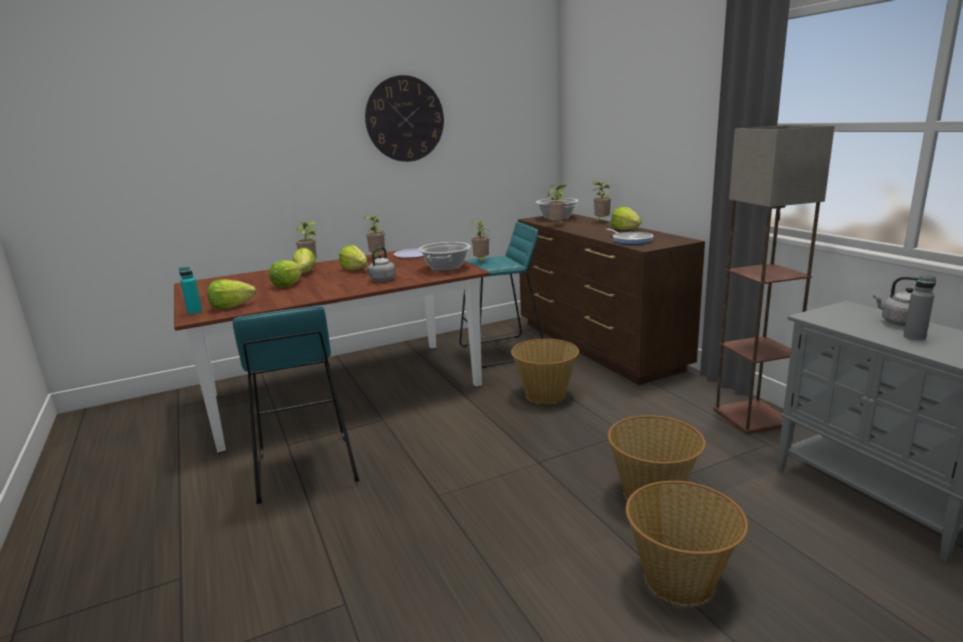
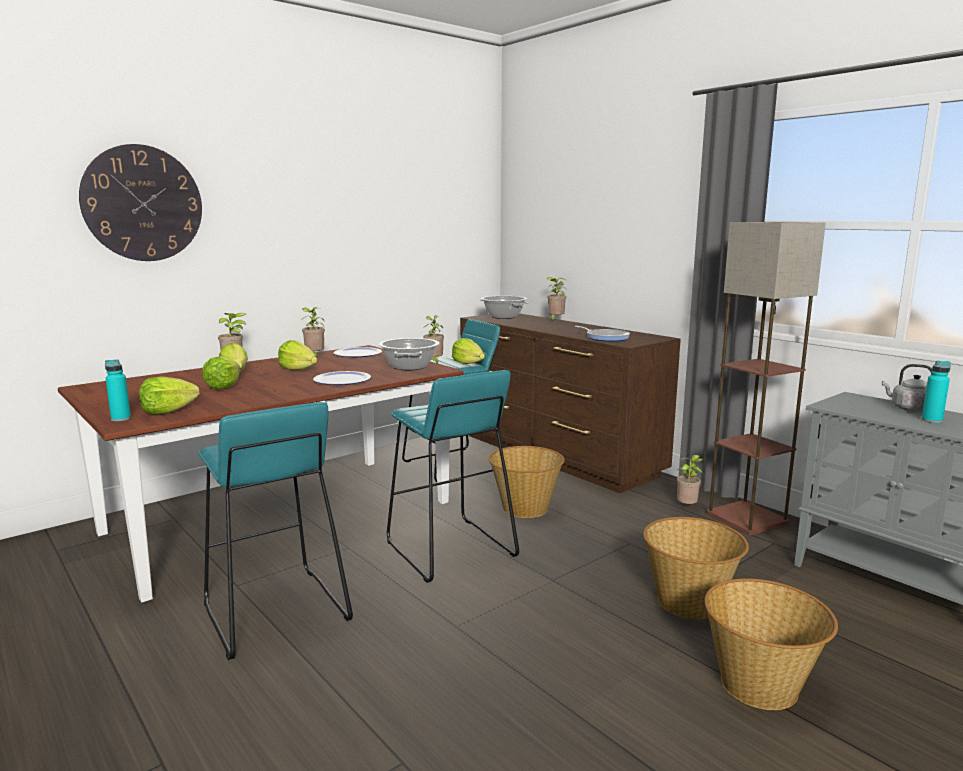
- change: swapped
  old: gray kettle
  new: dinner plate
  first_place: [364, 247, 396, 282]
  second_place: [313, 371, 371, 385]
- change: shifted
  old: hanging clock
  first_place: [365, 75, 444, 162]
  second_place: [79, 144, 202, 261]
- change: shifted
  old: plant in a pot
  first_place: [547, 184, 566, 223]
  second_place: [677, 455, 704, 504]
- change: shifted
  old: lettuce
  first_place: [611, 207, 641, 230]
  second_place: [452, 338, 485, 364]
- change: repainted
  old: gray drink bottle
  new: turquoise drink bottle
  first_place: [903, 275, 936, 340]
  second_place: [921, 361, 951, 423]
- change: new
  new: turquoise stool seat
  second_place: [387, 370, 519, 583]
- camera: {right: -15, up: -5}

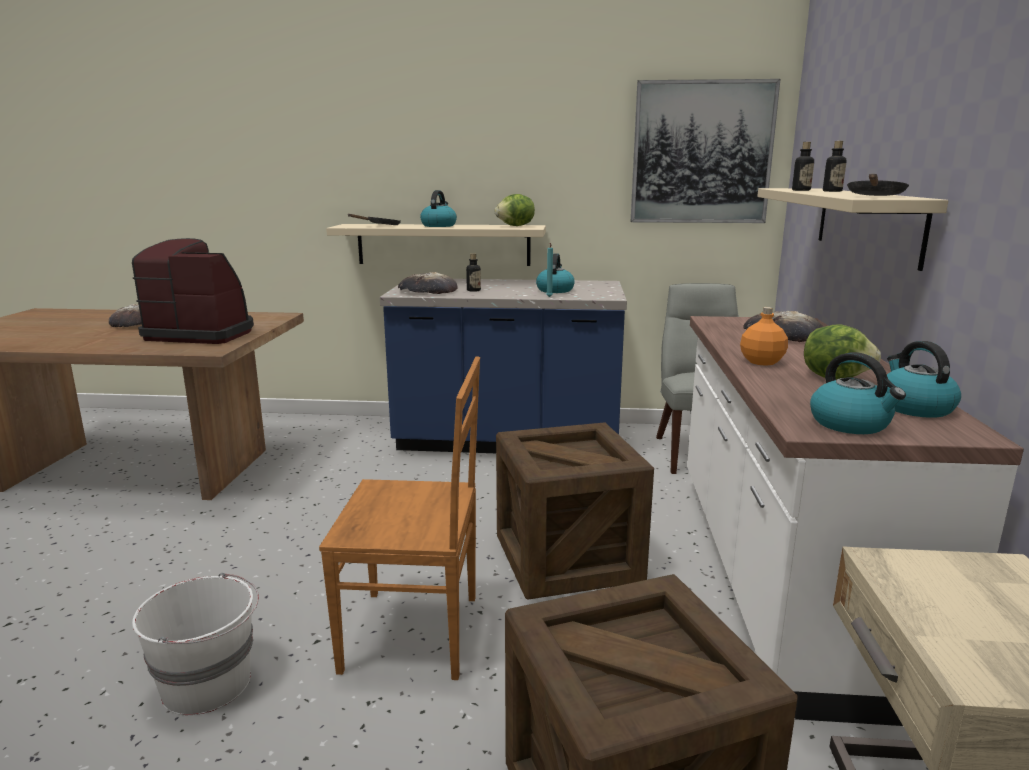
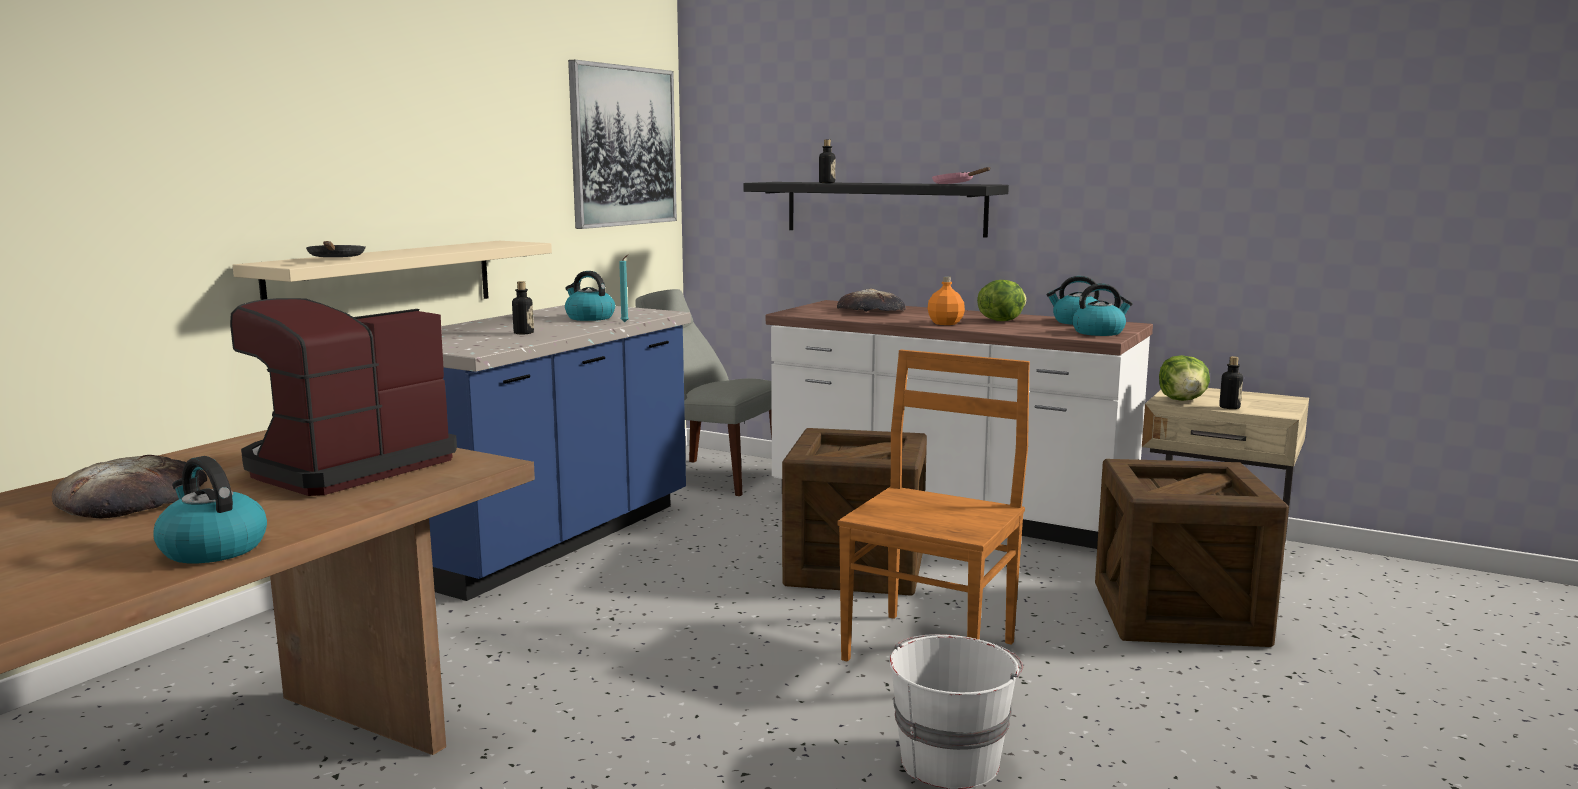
- change: gone
  old: bread
  first_place: [398, 272, 458, 294]
- change: shifted
  old: kettle
  first_place: [420, 190, 457, 227]
  second_place: [153, 456, 267, 563]
- change: shifted
  old: lettuce
  first_place: [495, 194, 535, 226]
  second_place: [1159, 355, 1210, 401]
- change: repainted
  old: beige bracket shelf
  new: blackish bracket shelf
  first_place: [757, 188, 948, 271]
  second_place: [744, 182, 1009, 238]
- change: shifted
  old: drink bottle
  first_place: [823, 141, 847, 192]
  second_place: [1219, 356, 1243, 409]
- change: repainted
  old: blackish frying pan
  new: pink frying pan
  first_place: [847, 174, 909, 196]
  second_place: [932, 167, 990, 184]
- camera: {right: -65, up: -5}

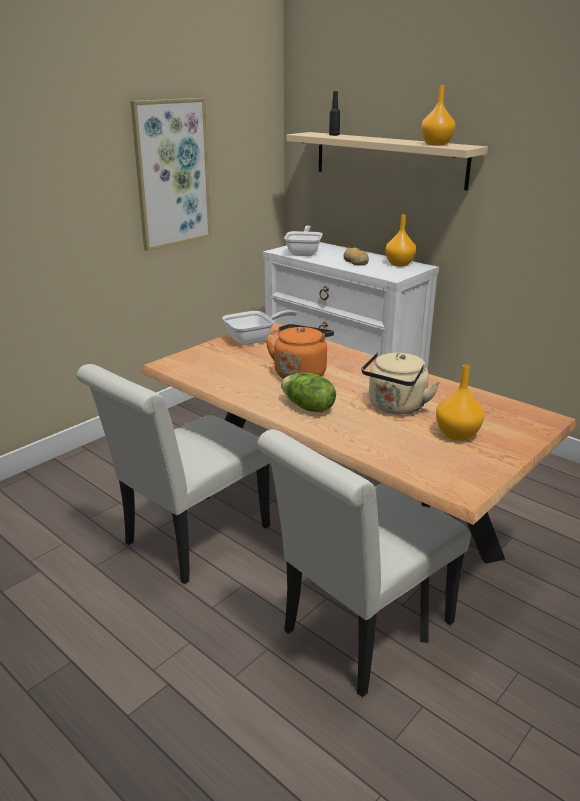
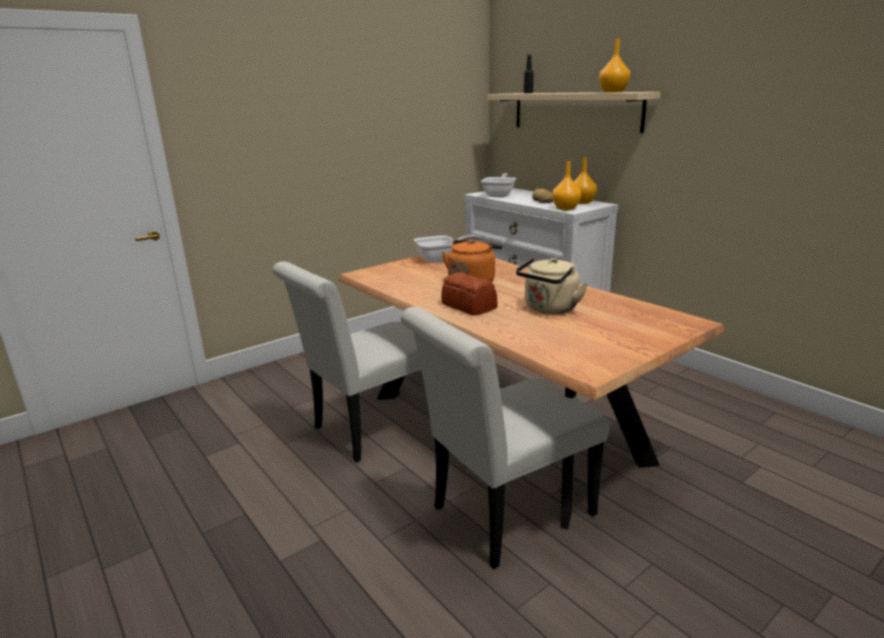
- change: gone
  old: picture
  first_place: [130, 98, 211, 251]
- change: swapped
  old: lettuce
  new: bread
  first_place: [281, 373, 336, 413]
  second_place: [441, 272, 498, 316]
- change: shifted
  old: orangey flower vase
  first_place: [436, 364, 484, 441]
  second_place: [552, 161, 581, 210]
- camera: {right: 10, up: -5}

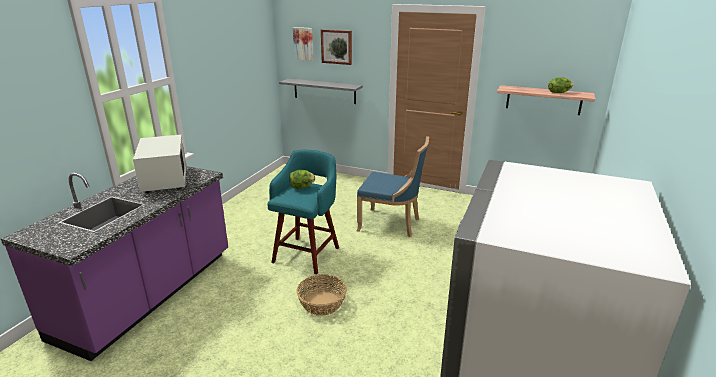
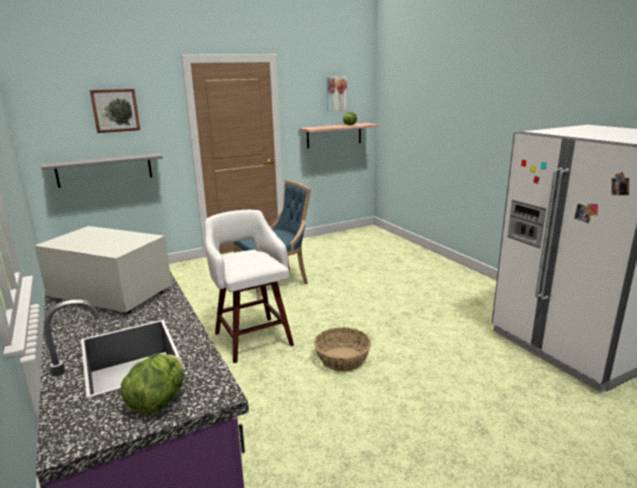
- change: repainted
  old: turquoise stool seat
  new: whitish stool seat
  first_place: [267, 150, 339, 274]
  second_place: [205, 210, 294, 363]
- change: shifted
  old: lettuce
  first_place: [289, 170, 315, 189]
  second_place: [121, 354, 184, 414]
- change: shifted
  old: picture
  first_place: [293, 27, 314, 61]
  second_place: [327, 76, 347, 111]
- camera: {right: -50, up: -5}

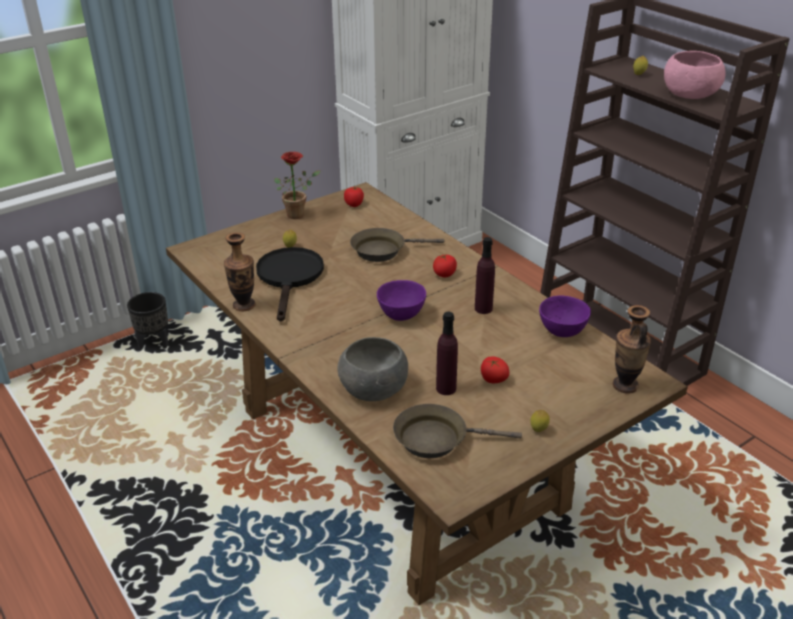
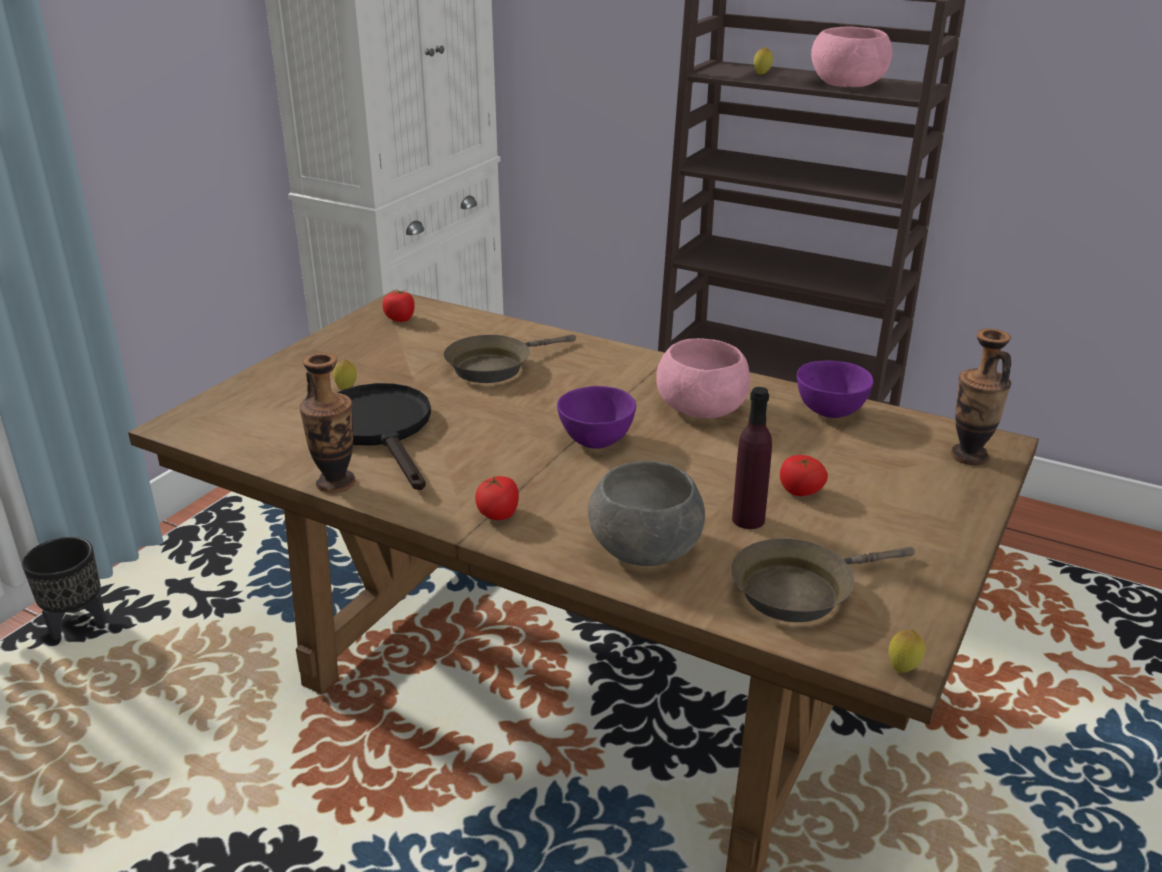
- change: gone
  old: plant in a pot
  first_place: [274, 152, 320, 219]
- change: shifted
  old: tomato
  first_place: [433, 254, 457, 278]
  second_place: [475, 475, 519, 520]
- change: swapped
  old: purple-coloured drink bottle
  new: pink deep dish
  first_place: [475, 237, 495, 314]
  second_place: [656, 338, 751, 418]
- change: shifted
  old: citrus fruit
  first_place: [530, 410, 550, 432]
  second_place: [889, 629, 925, 672]
- camera: {right: -25, up: -5}

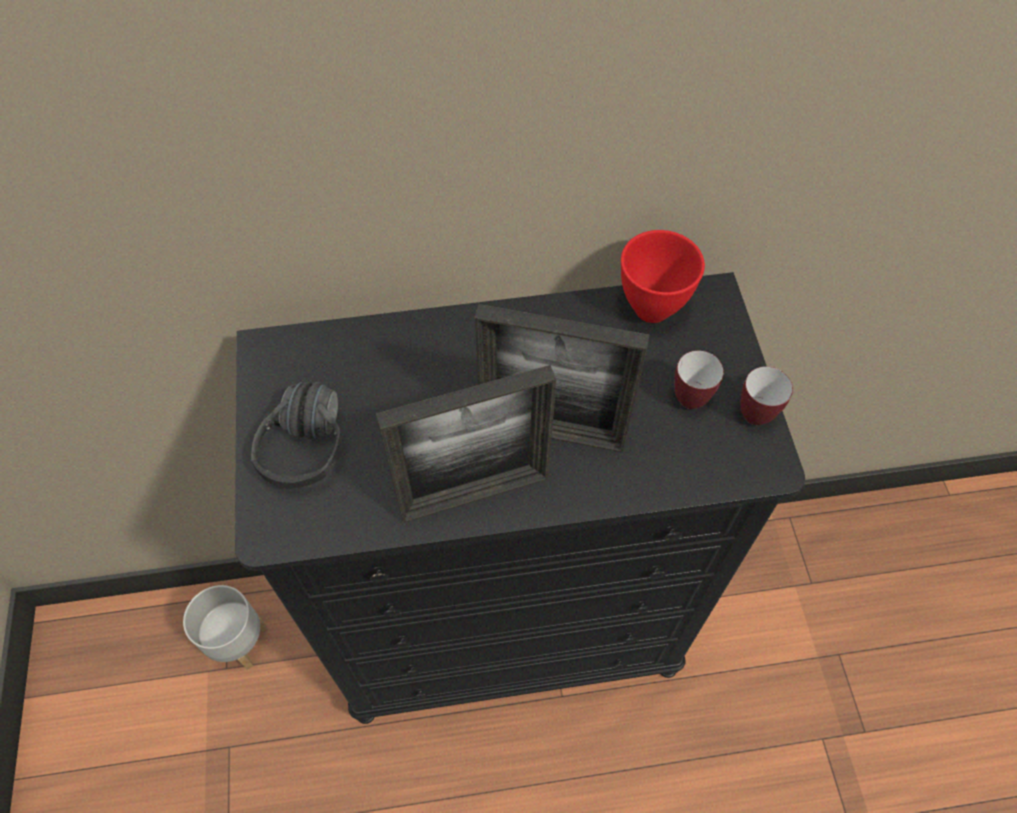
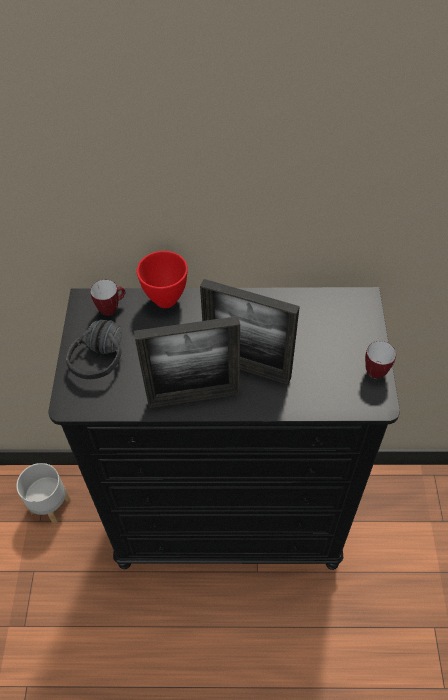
- change: shifted
  old: red-coloured deep dish
  first_place: [621, 230, 705, 323]
  second_place: [137, 251, 188, 308]
- change: shifted
  old: coffee mug
  first_place: [674, 350, 724, 409]
  second_place: [90, 280, 125, 316]
- camera: {right: 10, up: -5}

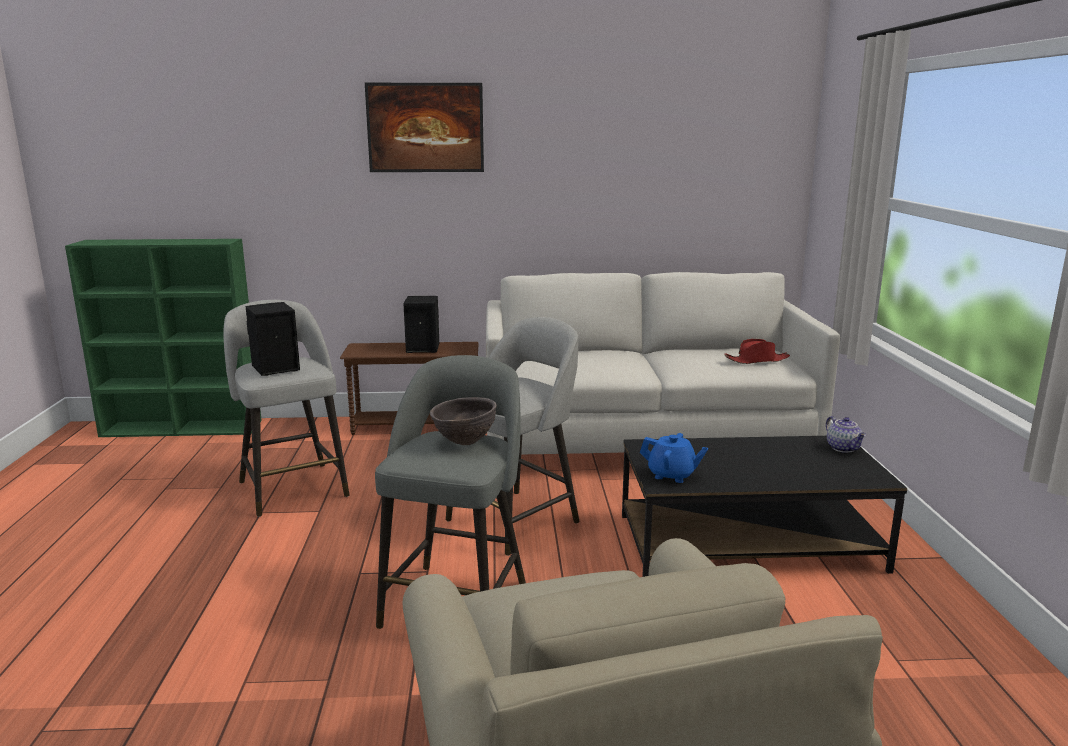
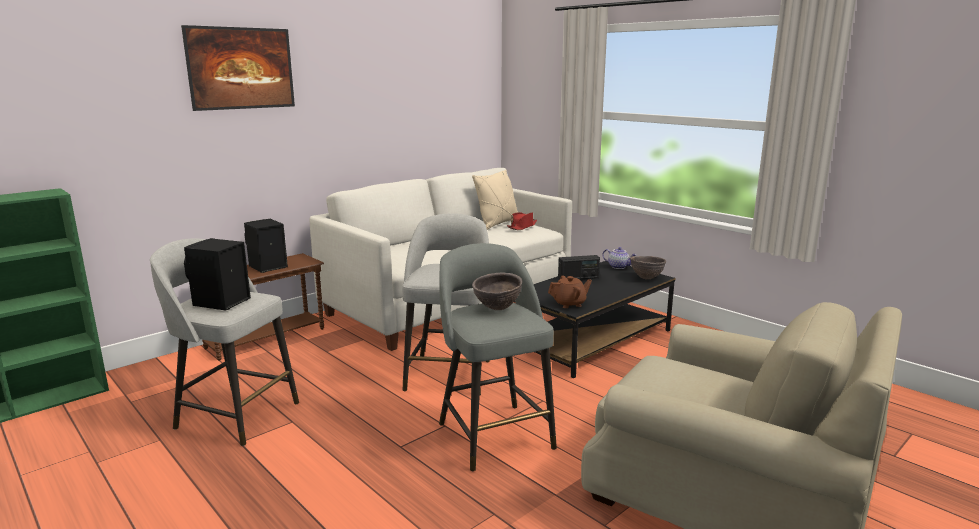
- change: repainted
  old: blue-coloured teapot
  new: brown-coloured teapot
  first_place: [640, 433, 708, 483]
  second_place: [548, 276, 592, 308]
- change: new
  new: beige throw pillow
  second_place: [472, 169, 518, 230]
- change: new
  new: radio set
  second_place: [558, 255, 600, 280]
- change: new
  new: brown-coloured deep dish
  second_place: [630, 256, 666, 280]
- camera: {right: -40, up: 0}

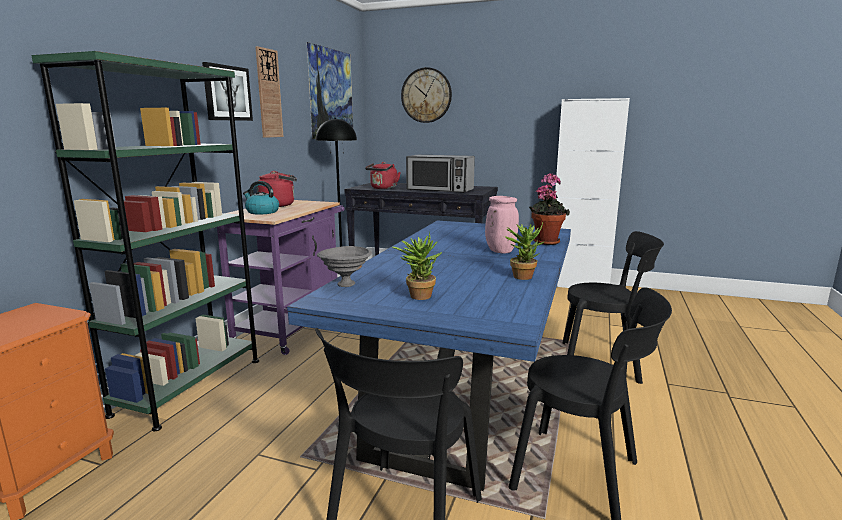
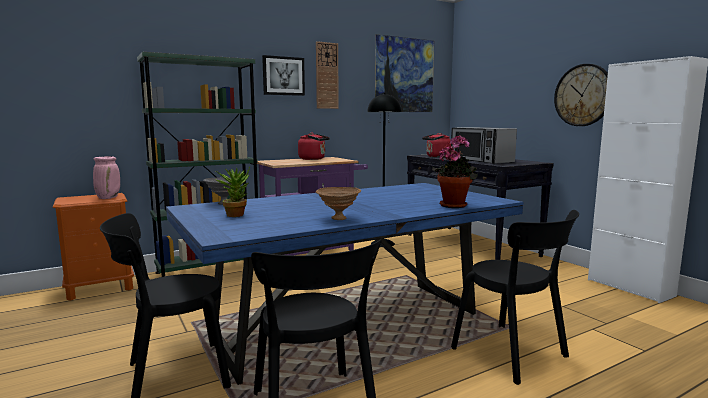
- change: gone
  old: kettle
  first_place: [243, 181, 279, 214]
- change: shifted
  old: hanging clock
  first_place: [401, 67, 452, 123]
  second_place: [554, 64, 608, 126]
- change: shifted
  old: pink flower vase
  first_place: [485, 196, 519, 254]
  second_place: [93, 156, 120, 199]
- change: swapped
  old: plant in a pot
  new: brown-coloured deep dish
  first_place: [504, 223, 544, 280]
  second_place: [316, 187, 361, 220]
- camera: {right: 40, up: -5}

